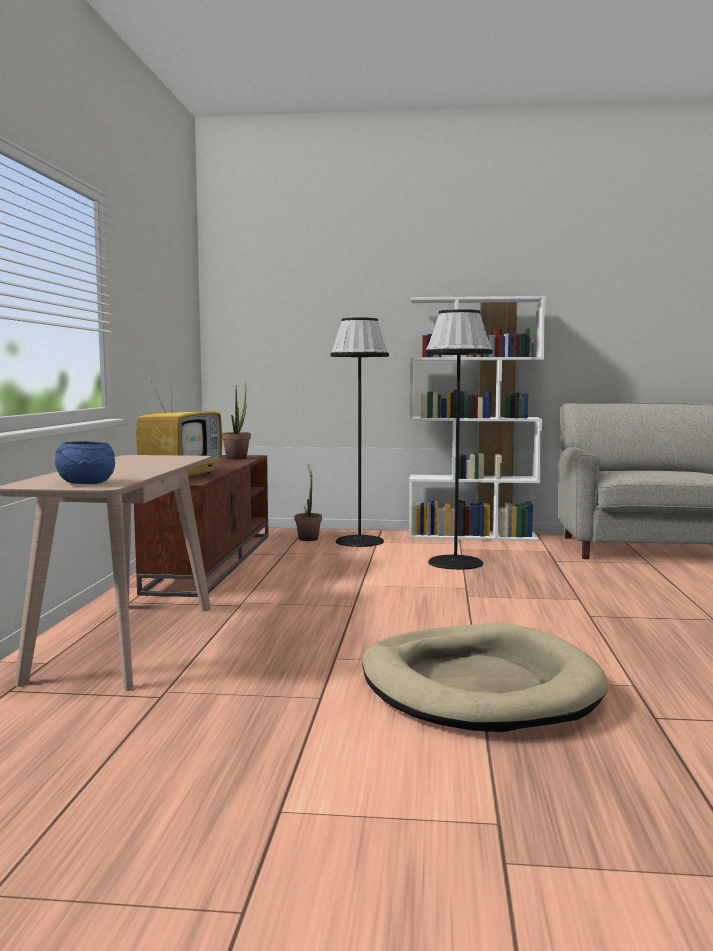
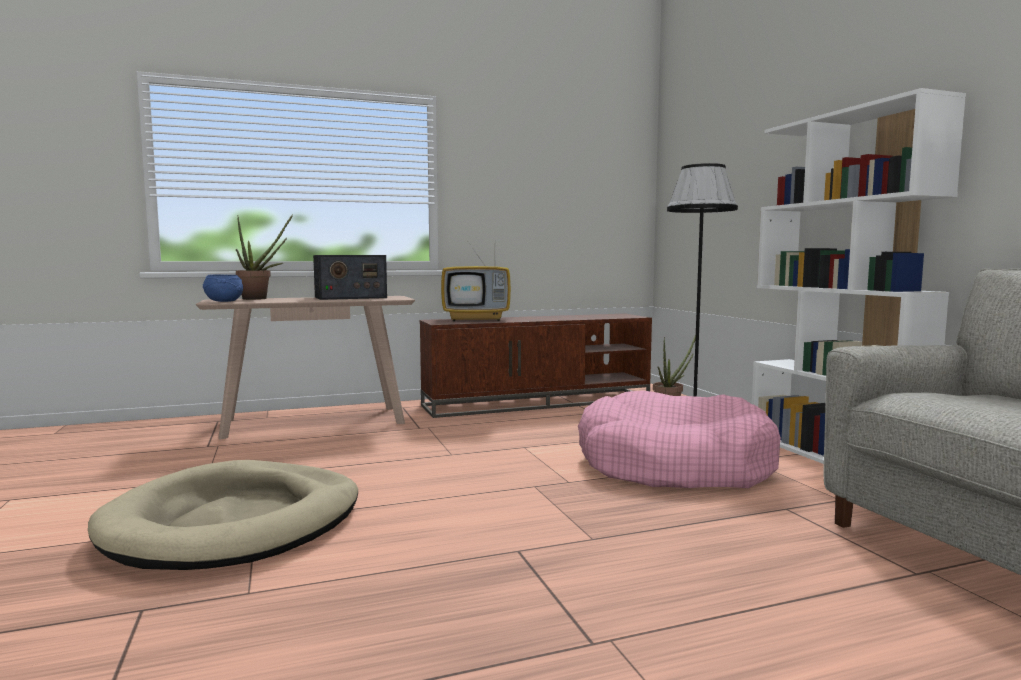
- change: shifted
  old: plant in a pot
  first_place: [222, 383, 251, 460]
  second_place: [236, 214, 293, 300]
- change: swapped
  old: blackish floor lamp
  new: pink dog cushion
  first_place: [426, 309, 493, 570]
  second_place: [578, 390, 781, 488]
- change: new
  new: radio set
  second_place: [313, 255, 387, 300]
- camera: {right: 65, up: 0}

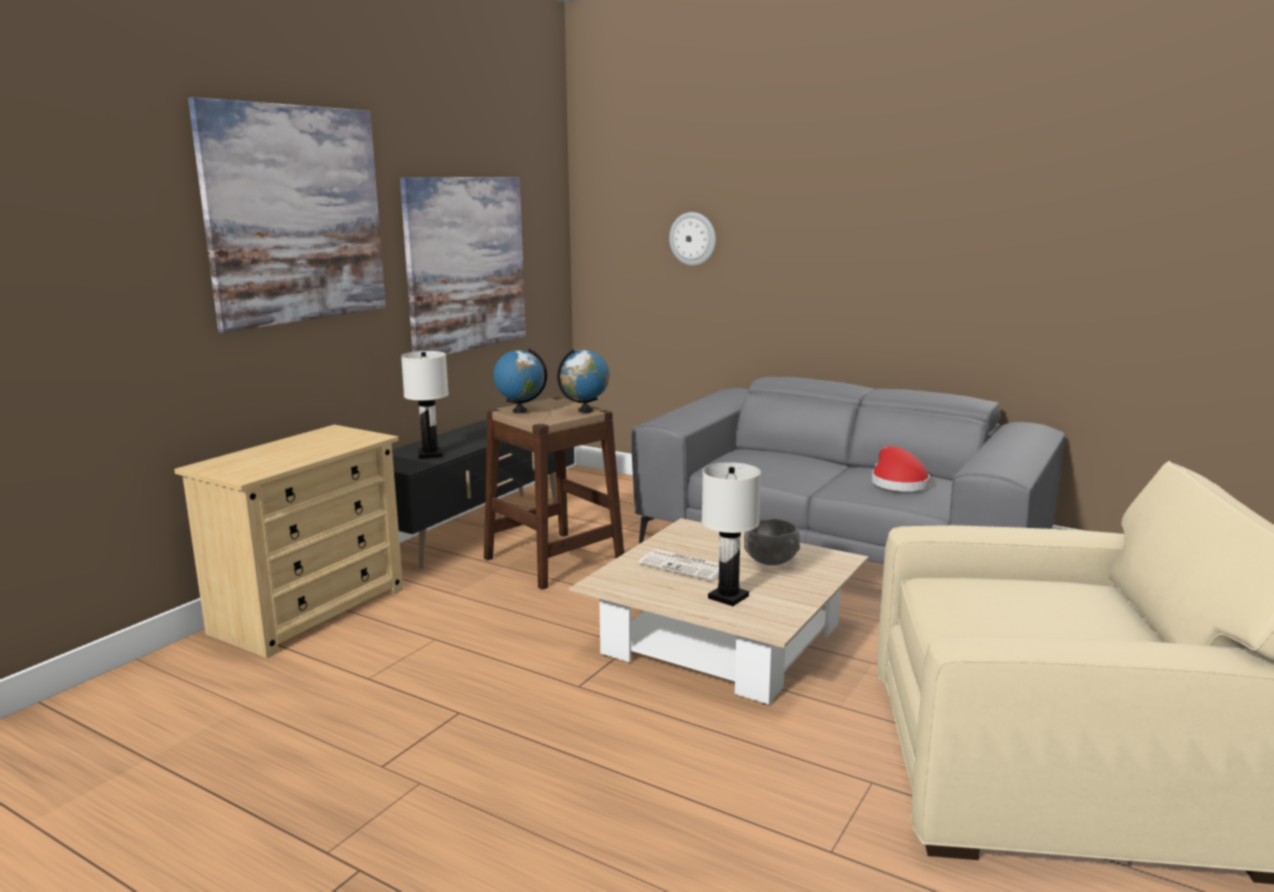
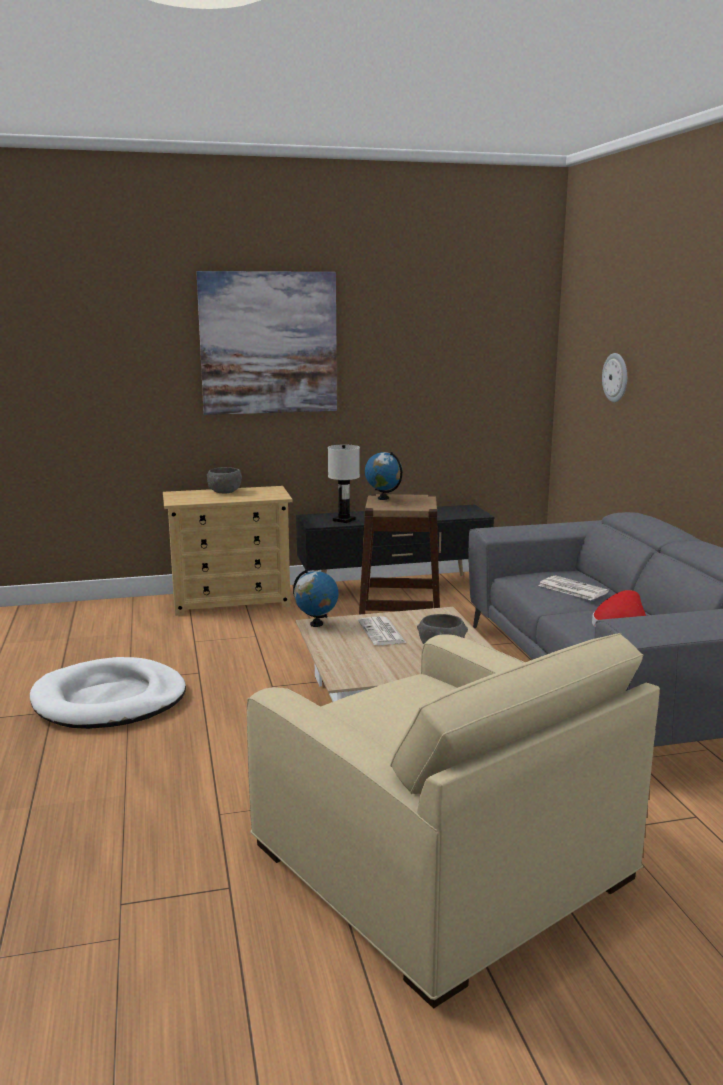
- change: gone
  old: picture
  first_place: [400, 177, 526, 355]
- change: shifted
  old: desk globe
  first_place: [557, 349, 610, 413]
  second_place: [293, 569, 339, 627]
- change: gone
  old: whitish tabletop lamp
  first_place: [702, 462, 761, 606]
- change: new
  new: whitish dog cushion
  second_place: [30, 657, 186, 729]
- change: new
  new: gray deep dish
  second_place: [207, 467, 242, 493]
- change: new
  new: newspaper
  second_place: [538, 575, 609, 600]
- camera: {right: 45, up: 0}

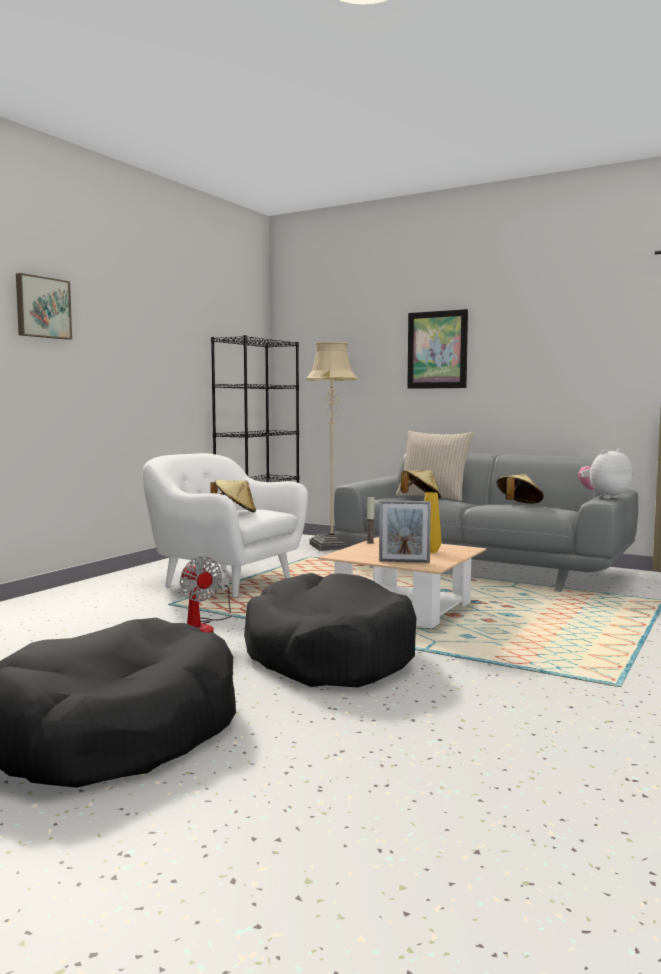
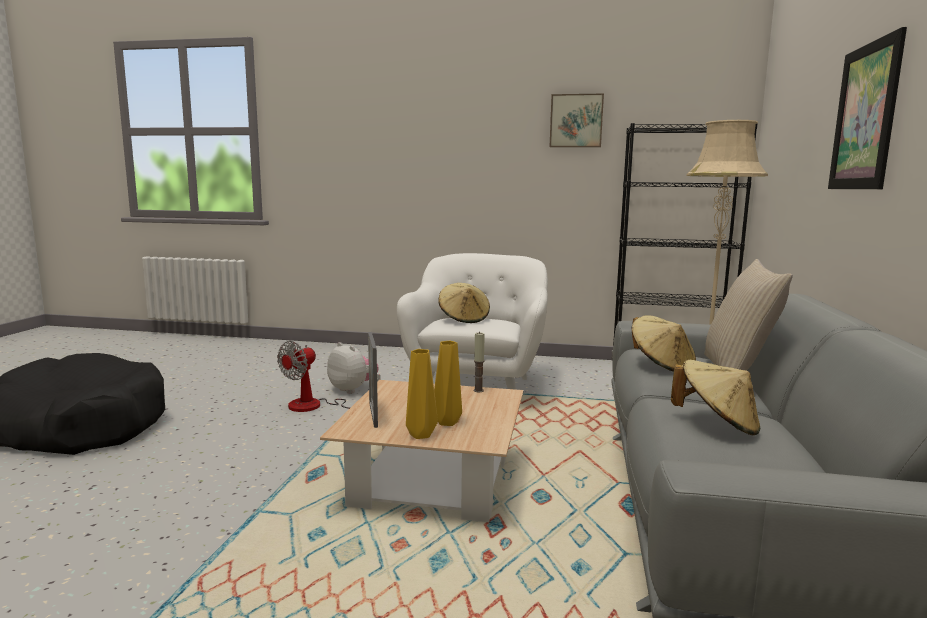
- change: shifted
  old: picture
  first_place: [16, 273, 72, 340]
  second_place: [549, 94, 604, 147]
- change: gone
  old: blackish dog cushion
  first_place: [244, 573, 417, 687]
- change: shifted
  old: soft toy
  first_place: [578, 449, 633, 499]
  second_place: [327, 342, 379, 394]
- change: new
  new: yellow-coloured flower vase
  second_place: [406, 349, 438, 439]
- camera: {right: 70, up: 5}

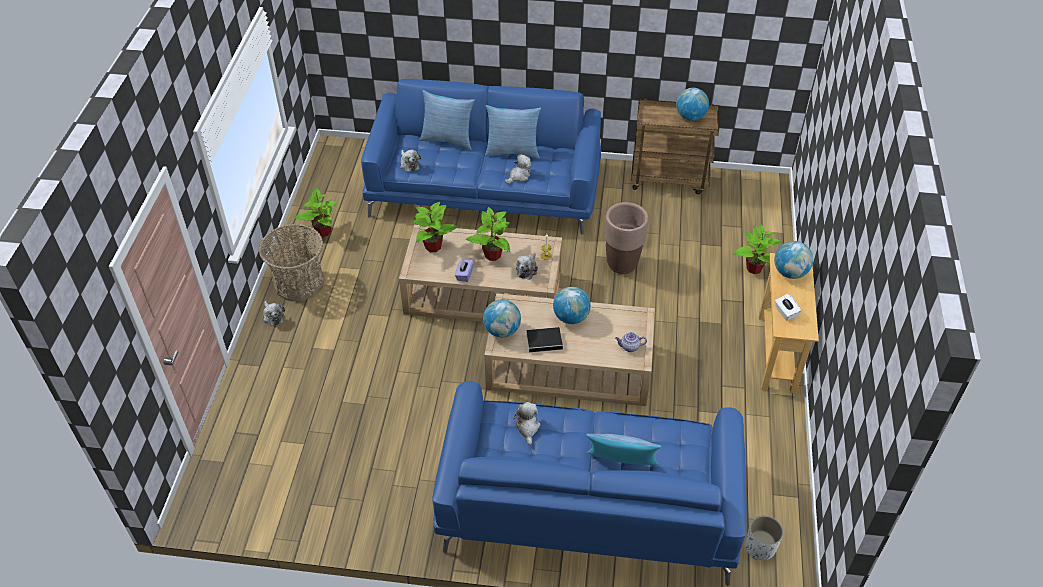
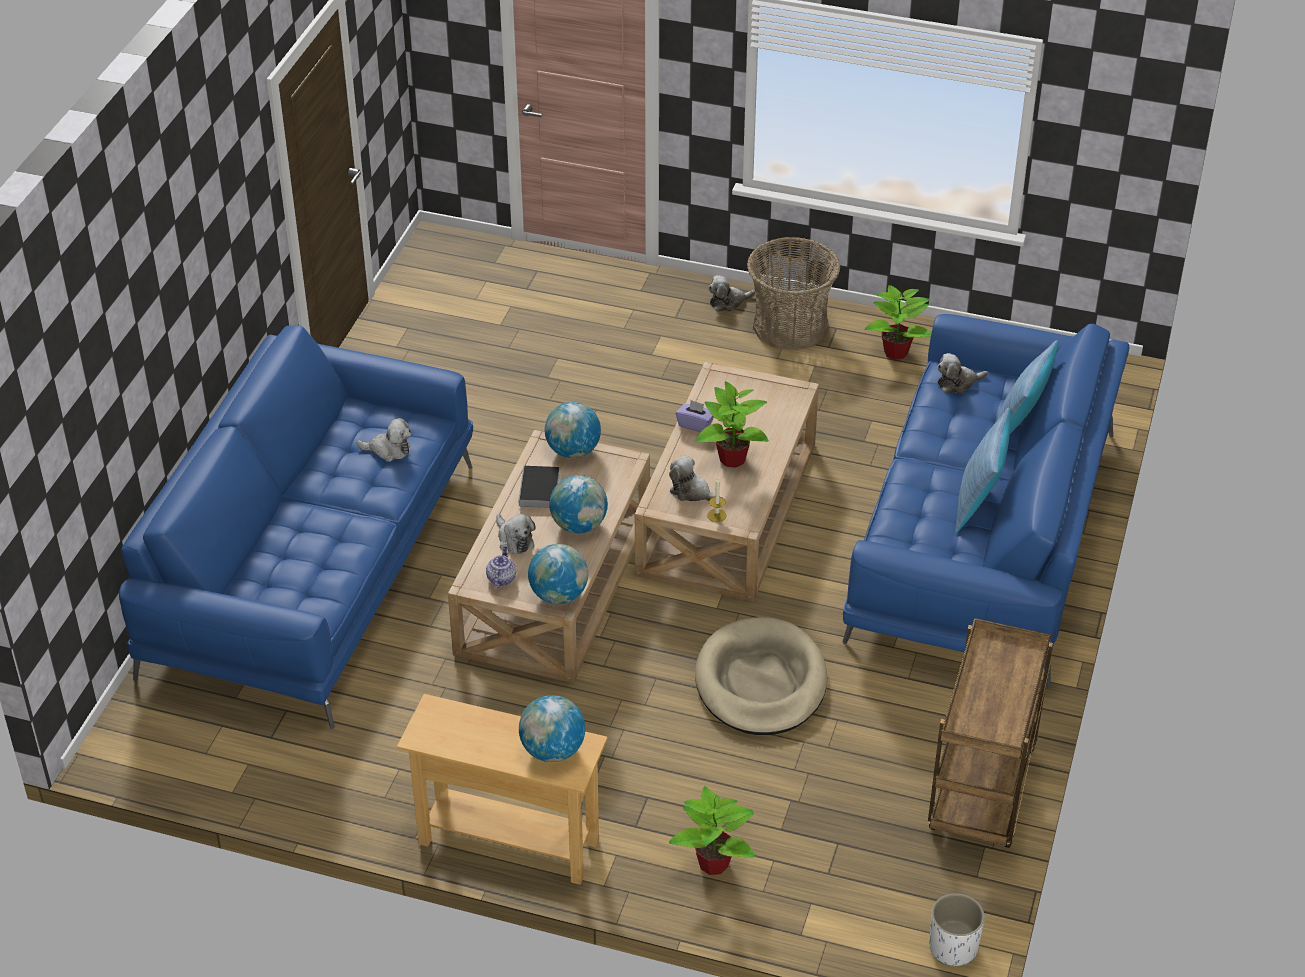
- change: gone
  old: plant in a pot
  first_place: [412, 202, 458, 252]
- change: shifted
  old: soft toy
  first_place: [505, 154, 531, 184]
  second_place: [496, 514, 536, 554]
- change: gone
  old: throw pillow
  first_place: [587, 434, 661, 465]
- change: swapped
  old: brown-coloured planter
  new: beige dog cushion
  first_place: [605, 202, 648, 274]
  second_place: [695, 617, 827, 735]
- change: shifted
  old: desk globe
  first_place: [676, 88, 709, 121]
  second_place: [528, 544, 588, 604]
- change: shifted
  old: whitish planter
  first_place: [745, 515, 783, 560]
  second_place: [929, 893, 985, 966]
- change: gone
  old: whitish box of tissues
  first_place: [775, 294, 801, 321]
- camera: {right: 100, up: -5}

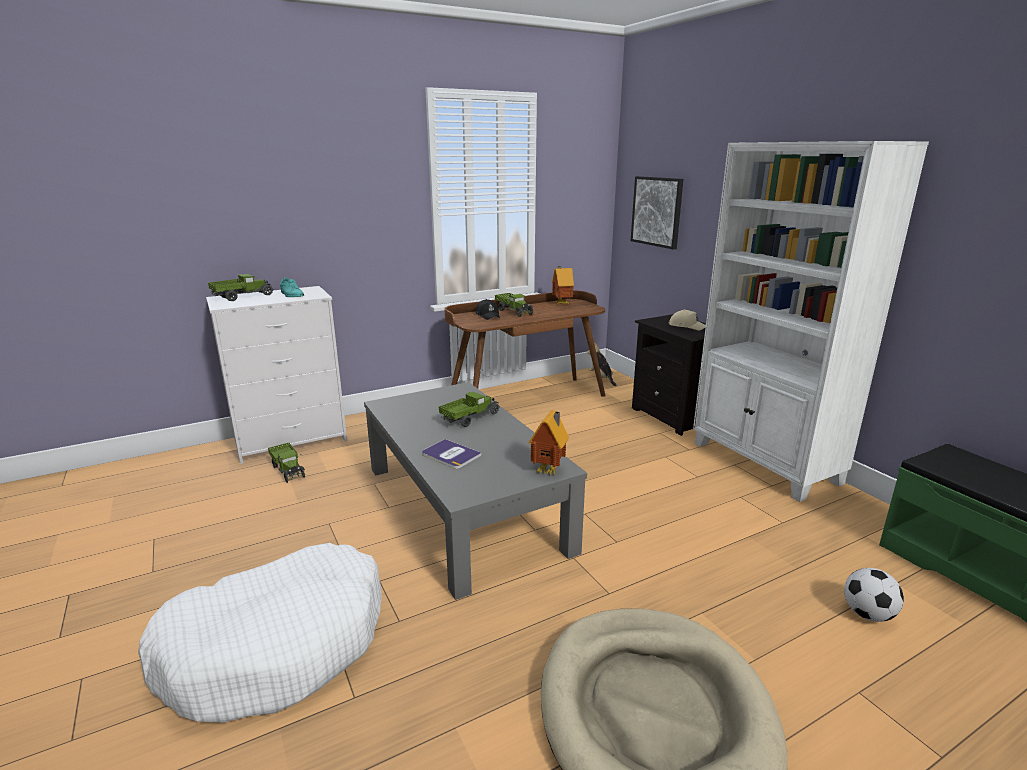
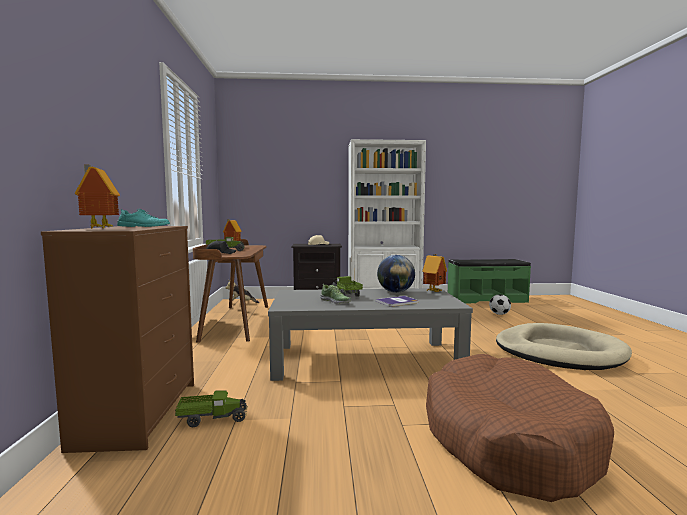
- change: repainted
  old: whitish dog cushion
  new: brown-coloured dog cushion
  first_place: [138, 543, 382, 723]
  second_place: [426, 354, 614, 502]
- change: repainted
  old: whitish dresser
  new: brown-coloured dresser
  first_place: [206, 286, 347, 464]
  second_place: [41, 226, 194, 453]
- change: swapped
  old: toy lorry
  new: toy house
  first_place: [208, 274, 273, 301]
  second_place: [74, 164, 120, 229]
- change: gone
  old: picture
  first_place: [631, 176, 684, 249]
- change: new
  new: low shoe
  second_place: [320, 284, 351, 304]
- change: new
  new: desk globe
  second_place: [377, 255, 415, 293]
- camera: {right: -65, up: -15}

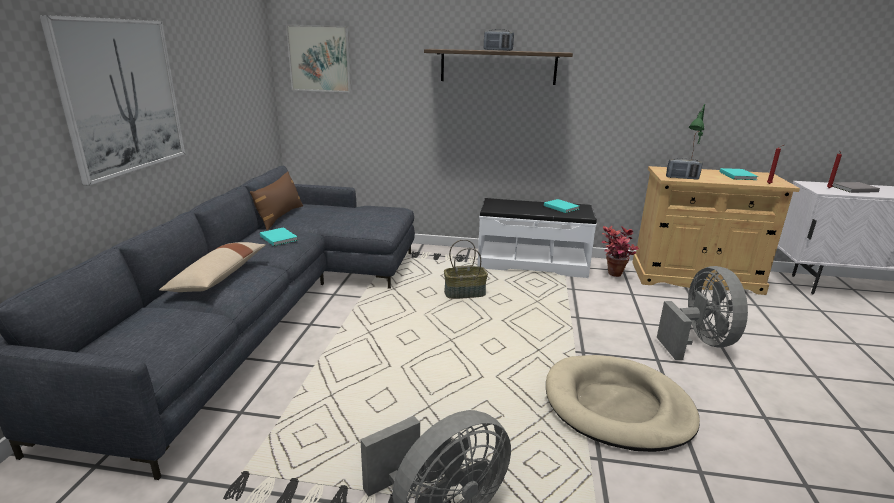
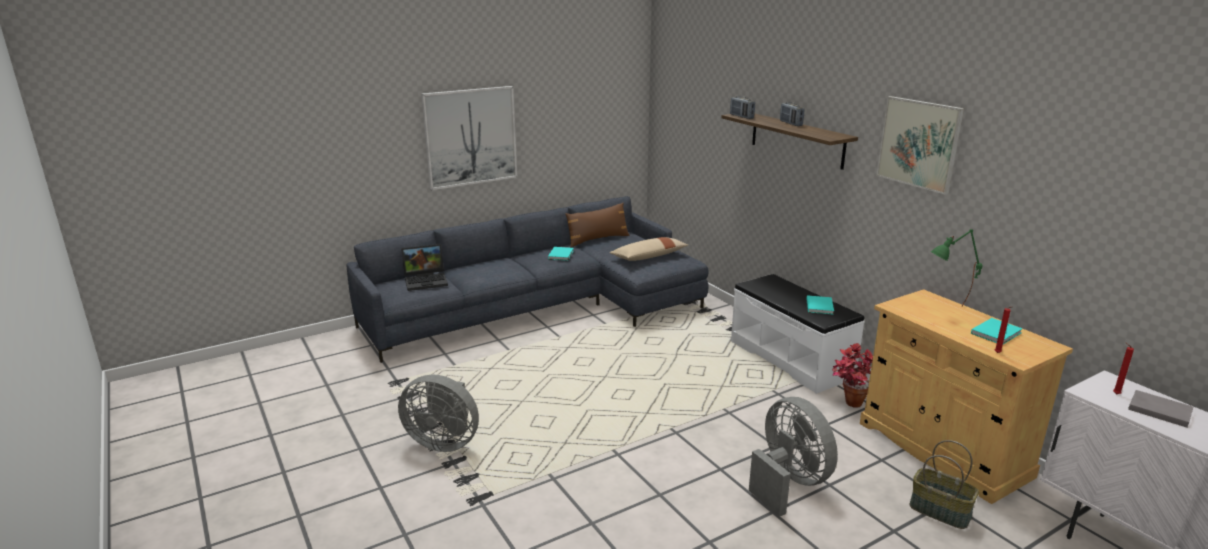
- change: shifted
  old: beige throw pillow
  first_place: [159, 242, 266, 292]
  second_place: [610, 237, 688, 261]
- change: shifted
  old: picture
  first_place: [286, 25, 351, 92]
  second_place: [876, 96, 964, 195]
- change: shifted
  old: household basket
  first_place: [444, 239, 488, 299]
  second_place: [909, 440, 979, 529]
- change: gone
  old: beige dog cushion
  first_place: [546, 355, 700, 452]
- change: rotated
  old: gray electric fan
  first_place: [657, 266, 748, 360]
  second_place: [749, 397, 838, 517]
  degrees: -75
- change: shifted
  old: radio set
  first_place: [666, 158, 703, 180]
  second_place: [730, 96, 755, 119]
- change: new
  new: notebook computer
  second_place: [401, 244, 448, 291]
- camera: {right: 50, up: 0}

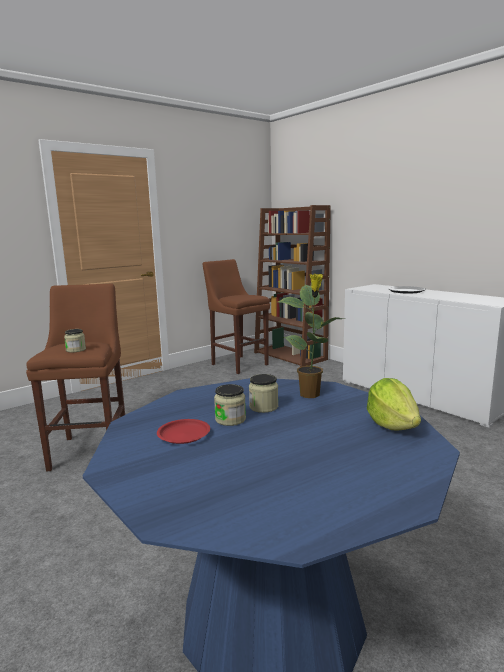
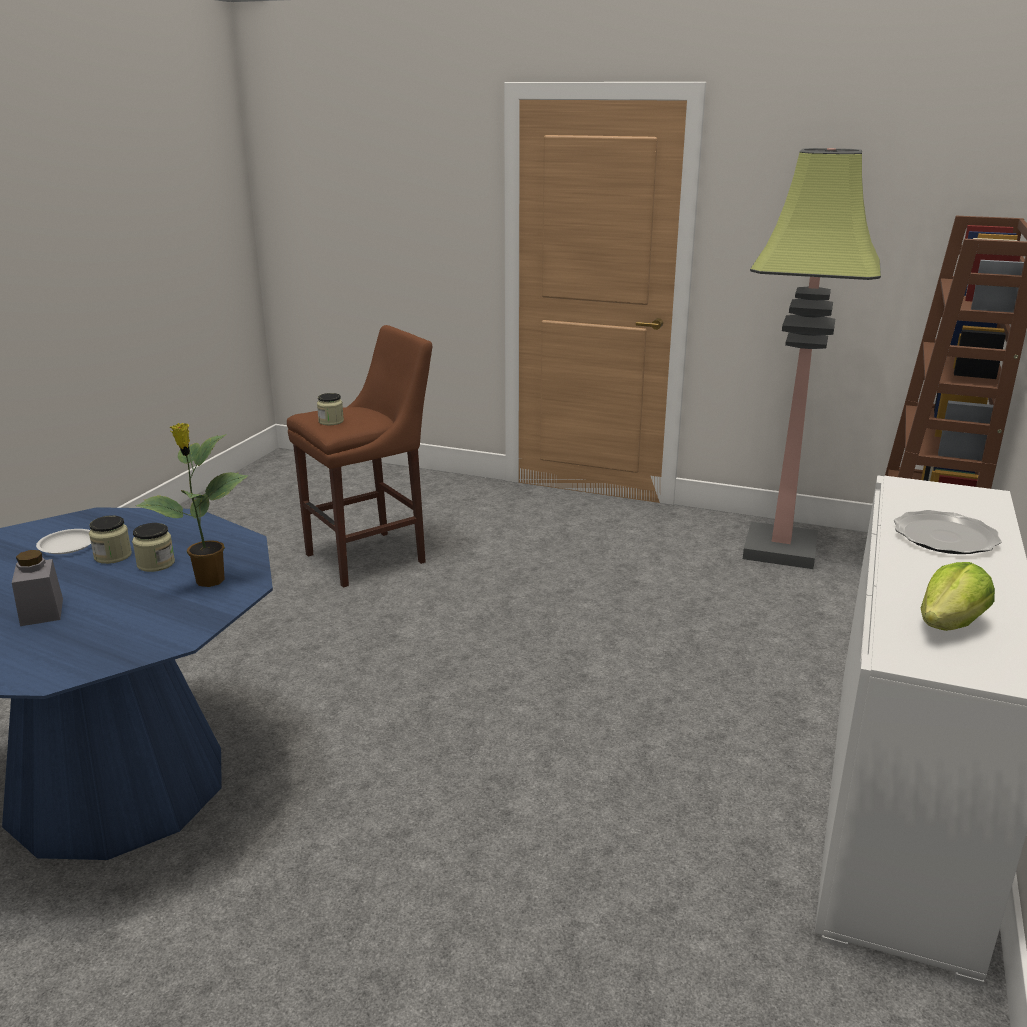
- change: repainted
  old: red-coloured dinner plate
  new: whitish dinner plate
  first_place: [157, 419, 210, 444]
  second_place: [36, 529, 91, 554]
- change: swapped
  old: brown-coloured stool seat
  new: floor lamp
  first_place: [203, 259, 270, 374]
  second_place: [743, 148, 881, 569]
- change: shifted
  old: lettuce
  first_place: [367, 378, 421, 431]
  second_place: [921, 562, 995, 631]
- change: new
  new: gray jar
  second_place: [12, 550, 63, 626]
- camera: {right: 60, up: 10}

